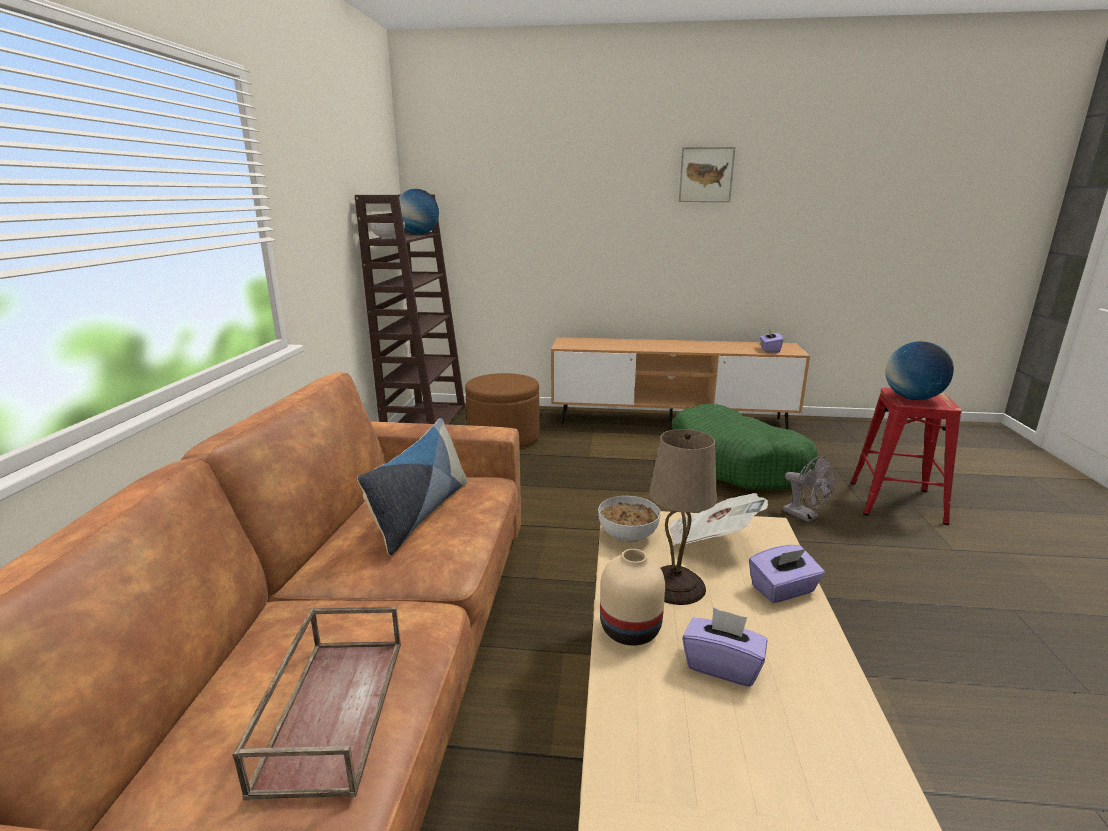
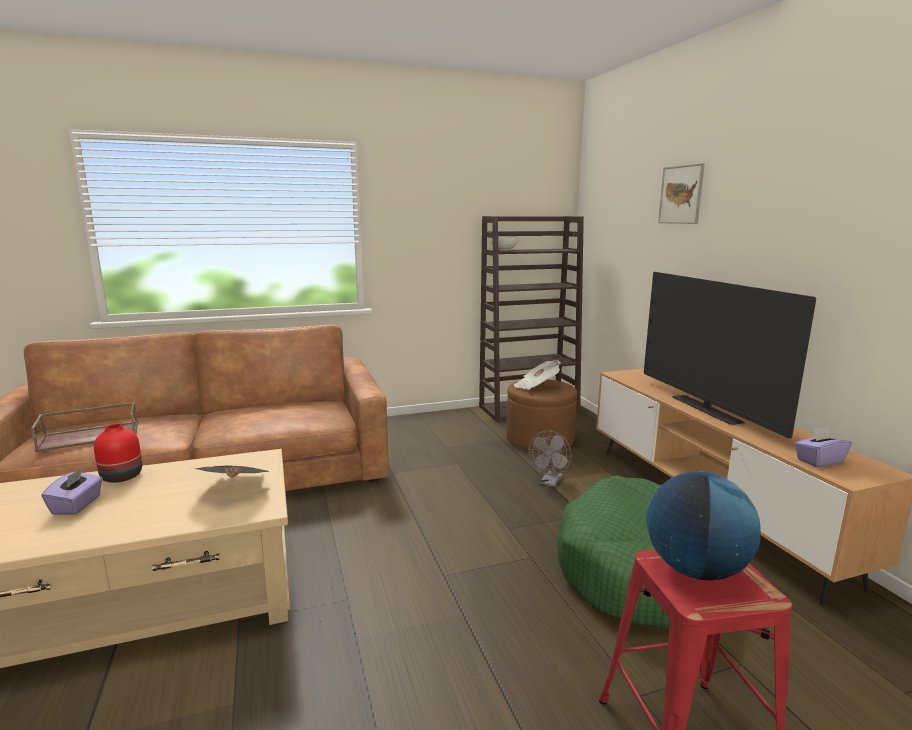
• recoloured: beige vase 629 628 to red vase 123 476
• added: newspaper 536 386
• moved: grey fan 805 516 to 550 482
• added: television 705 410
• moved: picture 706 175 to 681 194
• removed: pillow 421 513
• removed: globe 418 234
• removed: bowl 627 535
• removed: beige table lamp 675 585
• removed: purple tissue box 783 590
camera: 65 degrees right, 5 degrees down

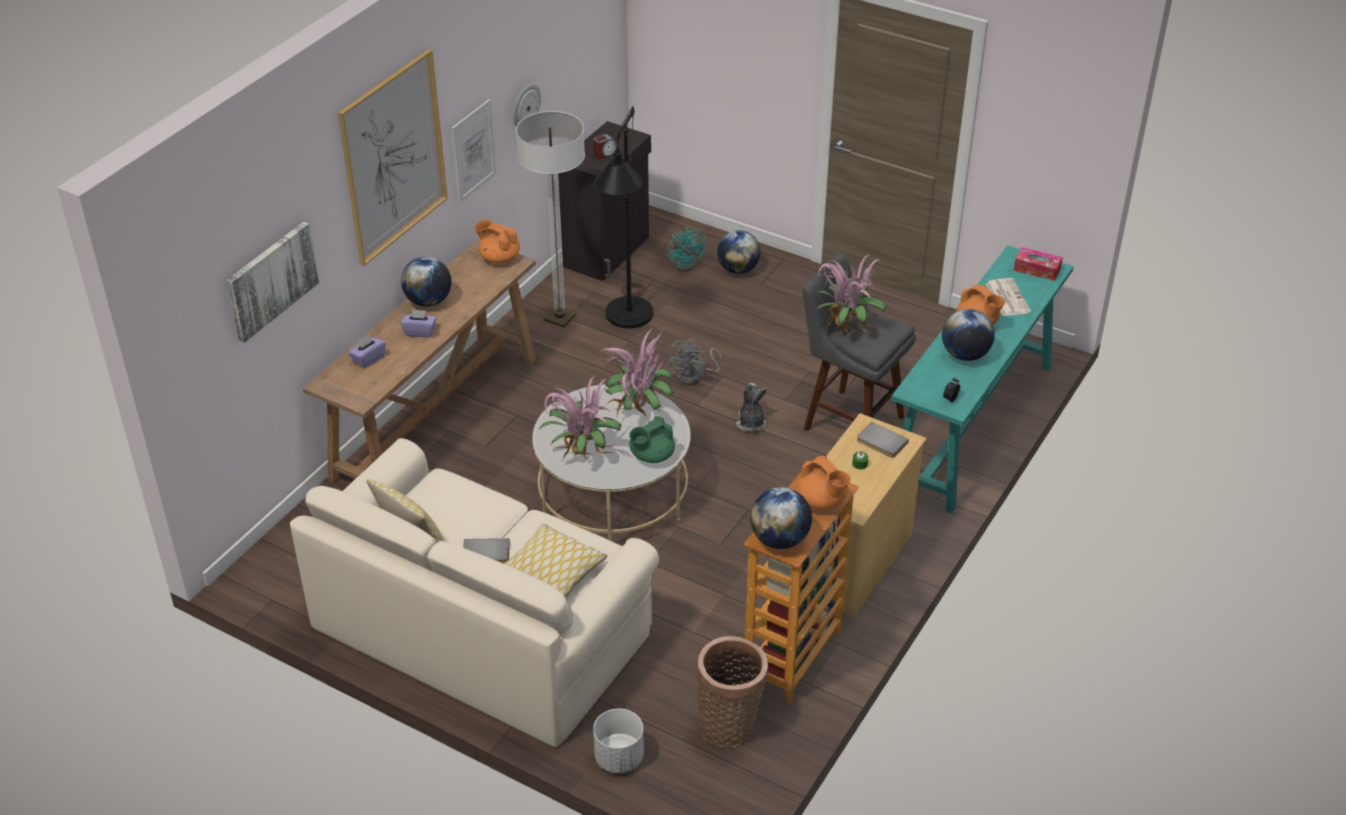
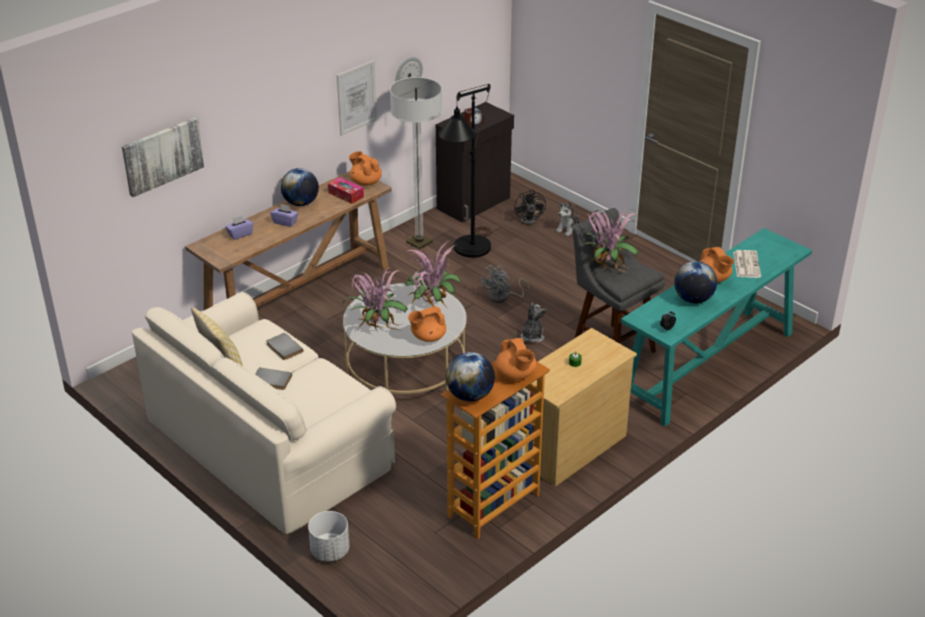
• moved: grey book 881 442 to 283 348
• moved: tissue box 1037 269 to 346 195
• recoloured: green teapot 651 456 to orange teapot 427 337
• recoloured: turquoise fan 687 263 to black fan 531 219
• replaced: globe 738 269 to plush toy 568 229
• removed: picture 393 157
• removed: pillow 551 574
• removed: basket 730 725
camera: 15 degrees right, 5 degrees down

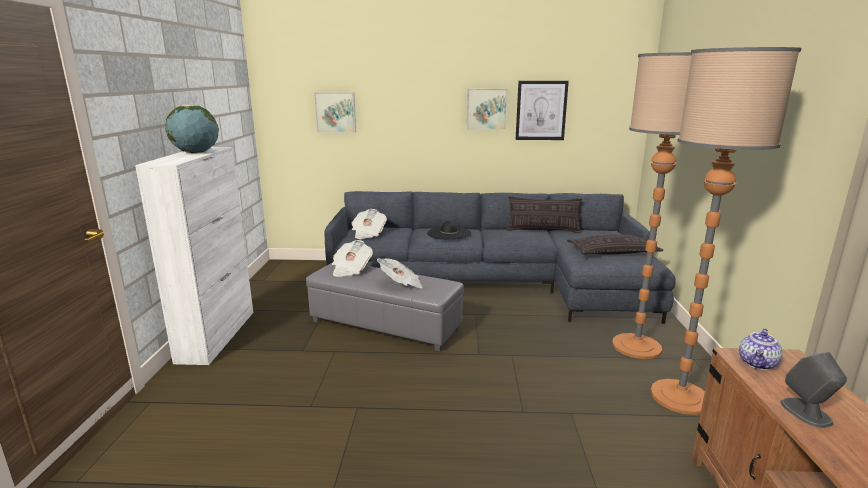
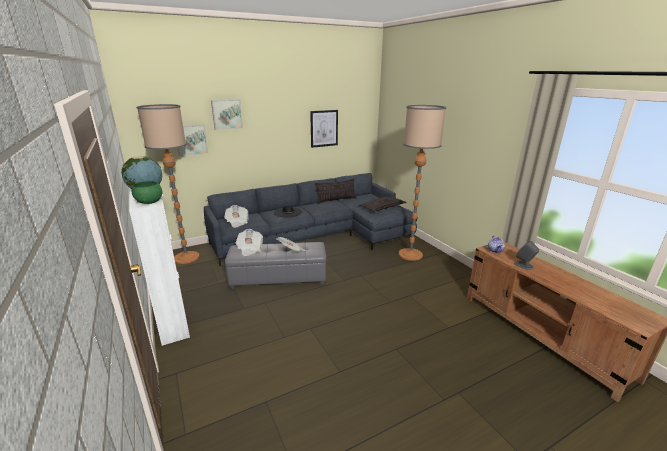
• added: green bowl 149 202
• moved: floor lamp 679 397 to 186 257
• moved: picture 486 109 to 227 114
camera: 30 degrees left, 5 degrees up

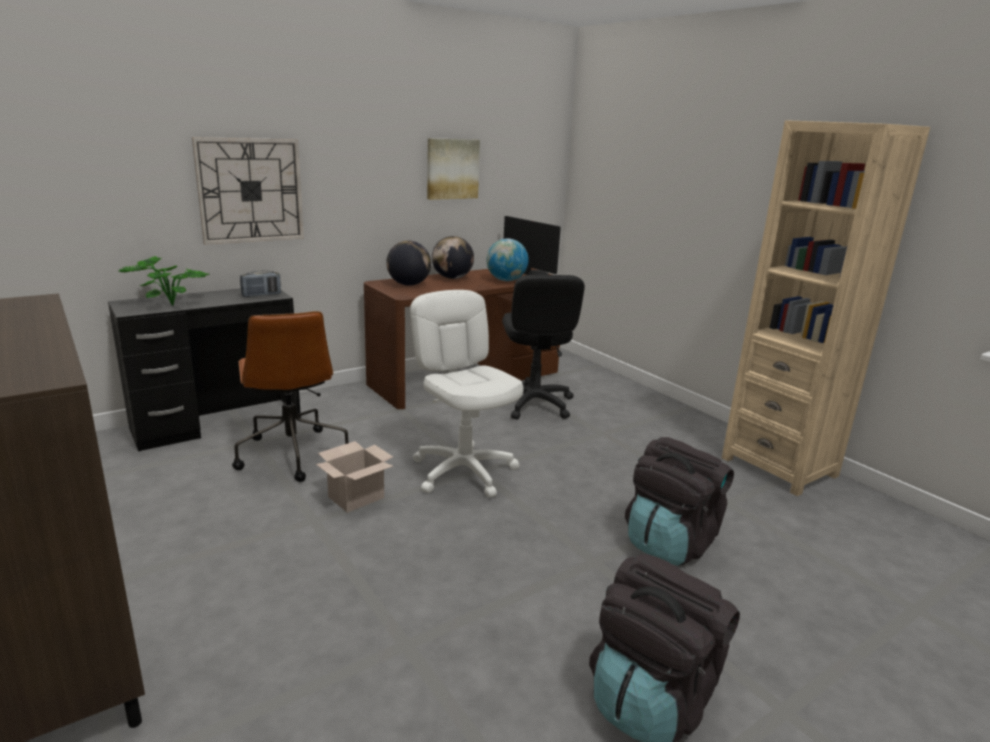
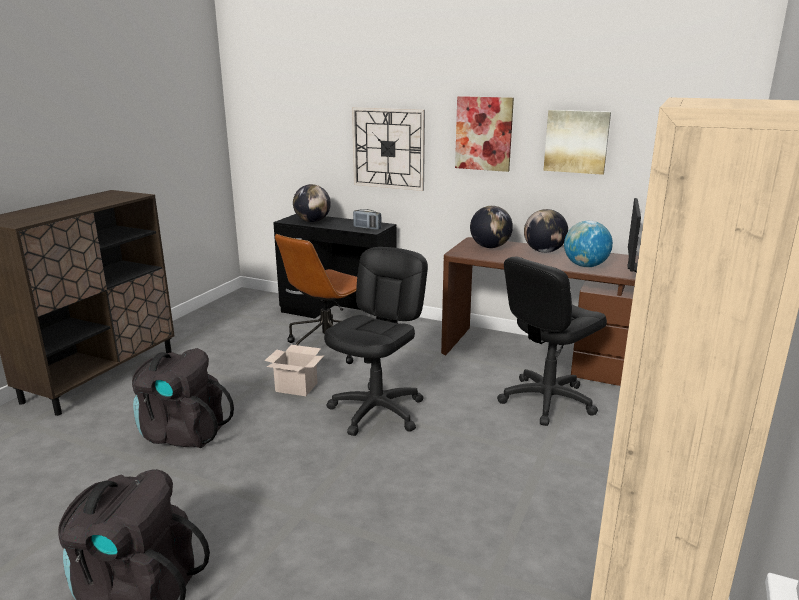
• moved: black backpack 670 542 to 182 433
• replaced: potted plant 170 304 to globe 312 221
• recoloured: white office chair 464 471 to black office chair 377 411
• added: picture 483 133
camera: 60 degrees right, 0 degrees up

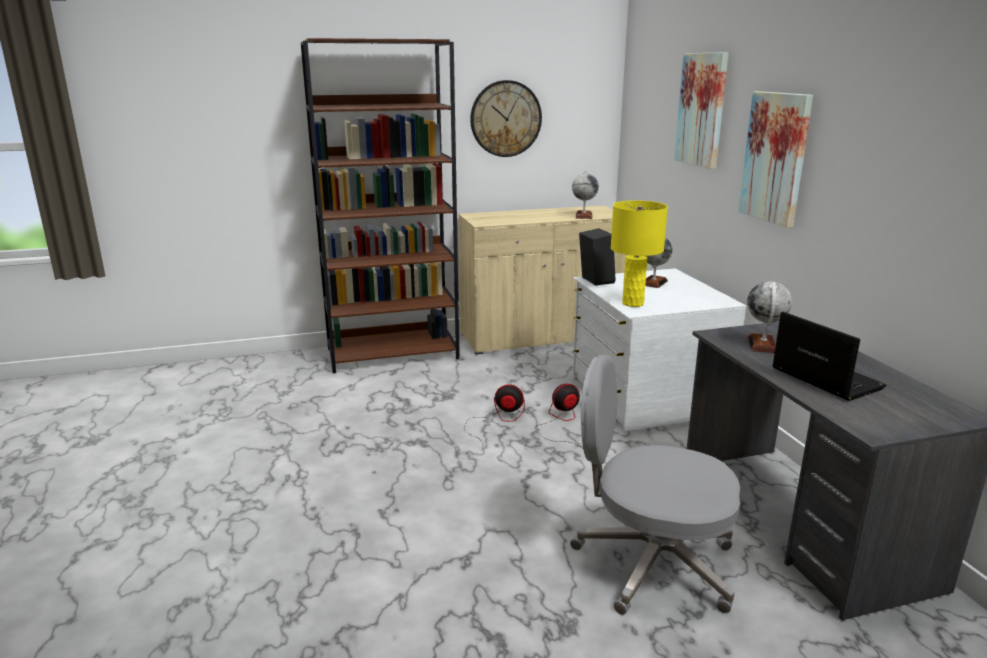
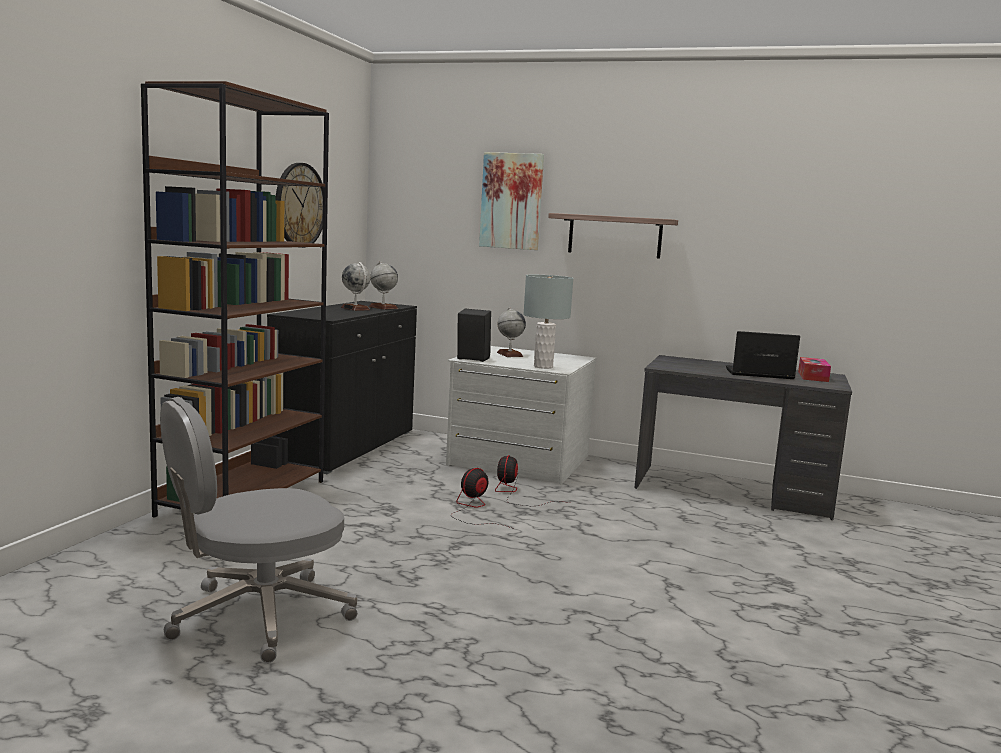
• moved: grey office chair 651 563 to 258 616
• recoloured: beige cabinet 540 336 to black cabinet 346 447
• moved: globe 763 345 to 355 308
• recoloured: yellow table lamp 632 303 to grey table lamp 543 367
• replaced: picture 775 158 to shelf 614 236
• added: tissue box 813 376
camera: 55 degrees left, 10 degrees down

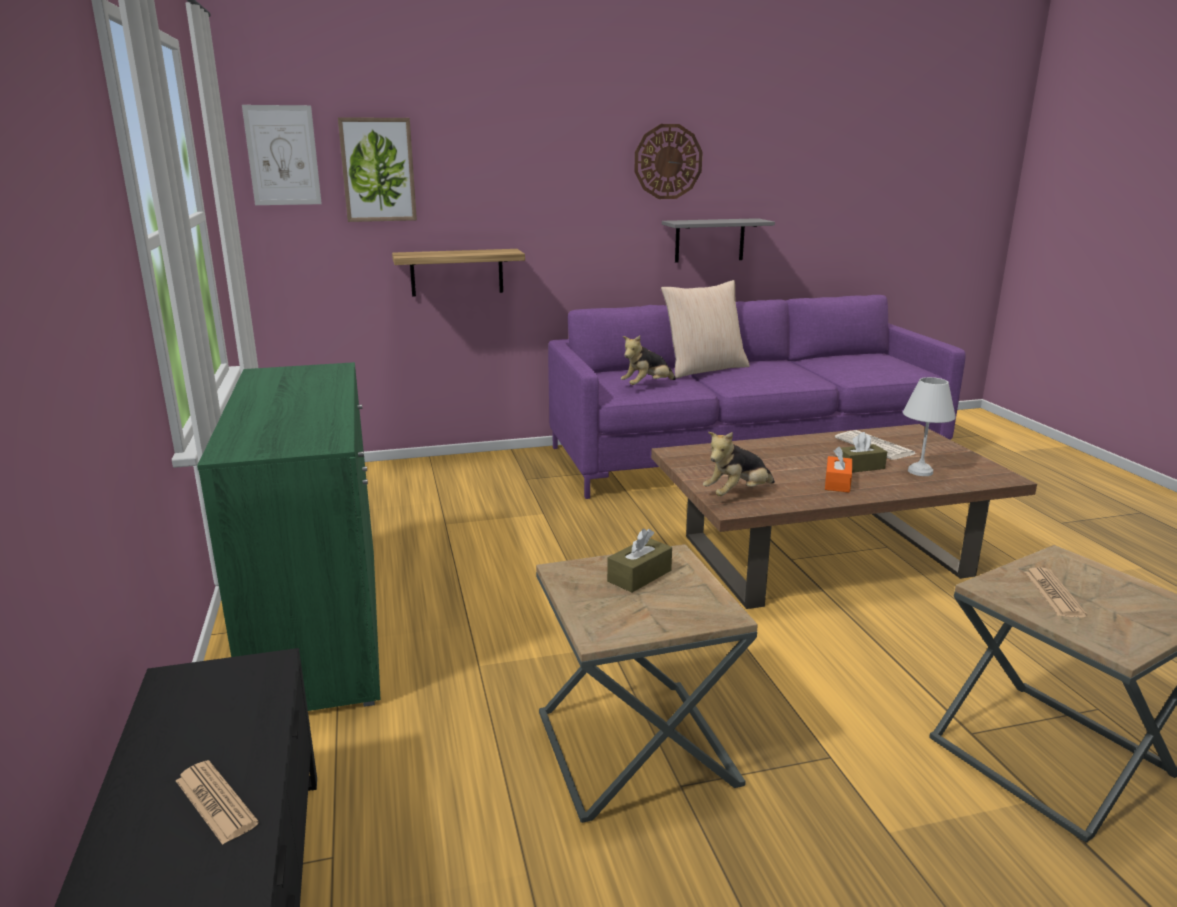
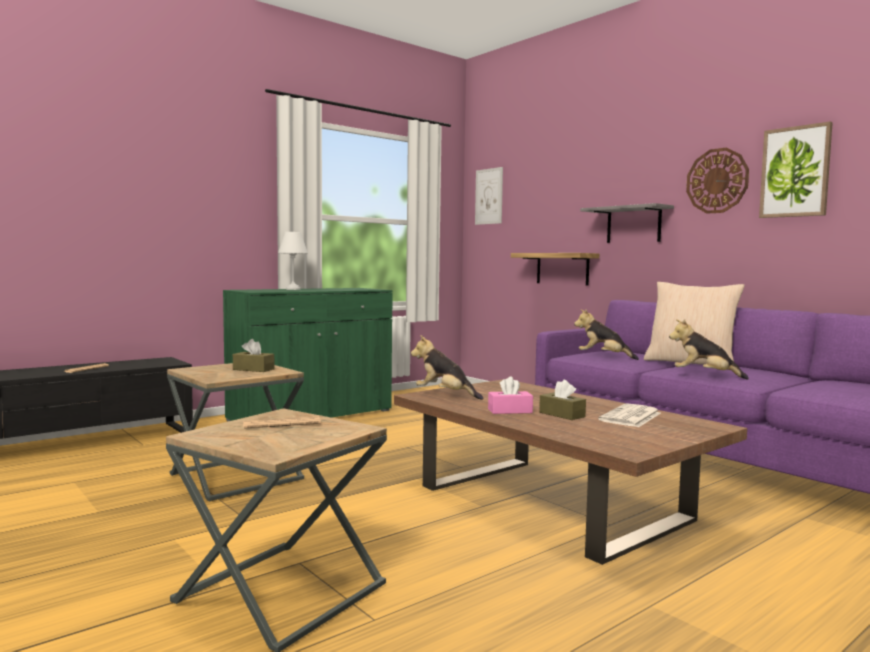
• moved: white table lamp 919 472 to 292 289
• recoloured: orange tissue box 837 483 to pink tissue box 510 411
• moved: grey shelf 709 240 to 633 225
• added: plush toy 704 375
• moved: picture 378 170 to 795 172
camera: 65 degrees right, 15 degrees down

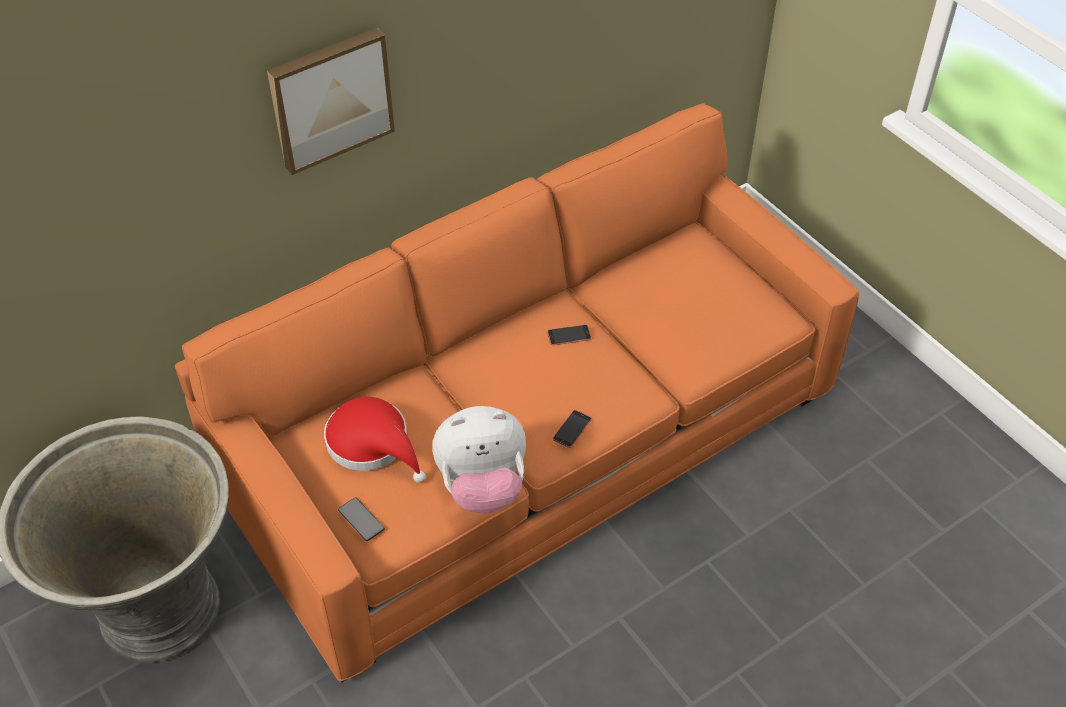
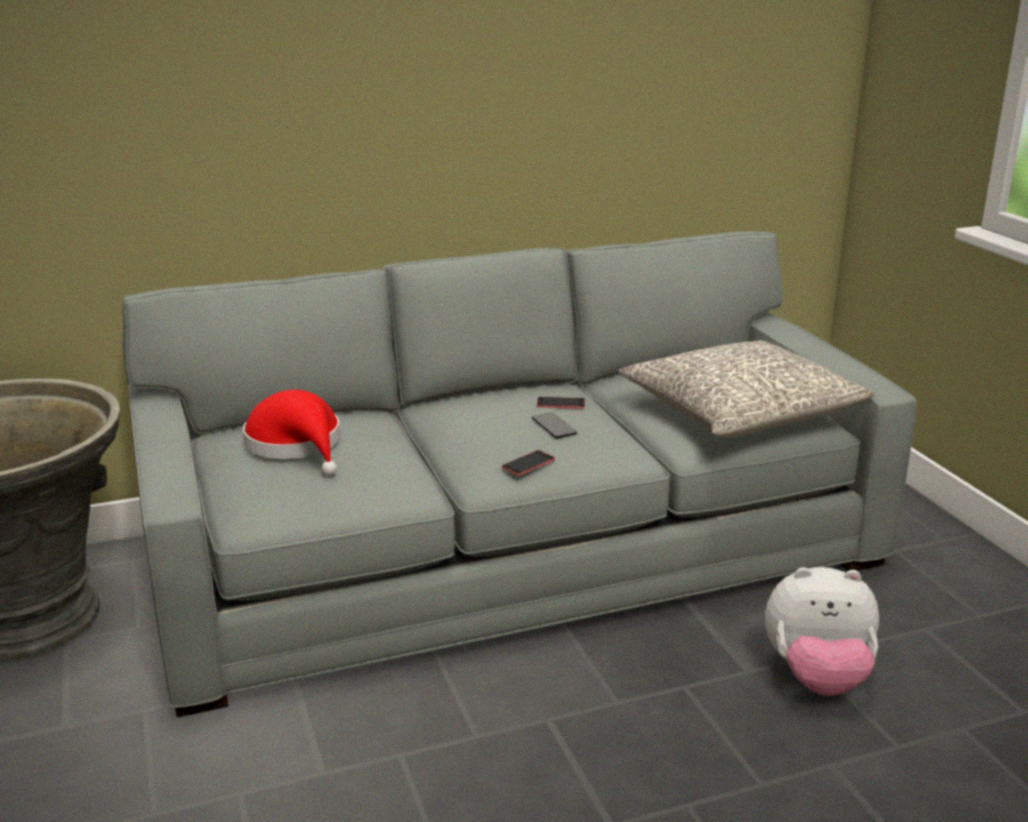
• recoloured: orange sofa 534 439 to grey sofa 515 553
• moved: phone 361 520 to 553 426
• added: grey pillow 740 412
• moved: plush toy 482 486 to 817 678
• removed: picture 330 98
camera: 15 degrees right, 25 degrees down

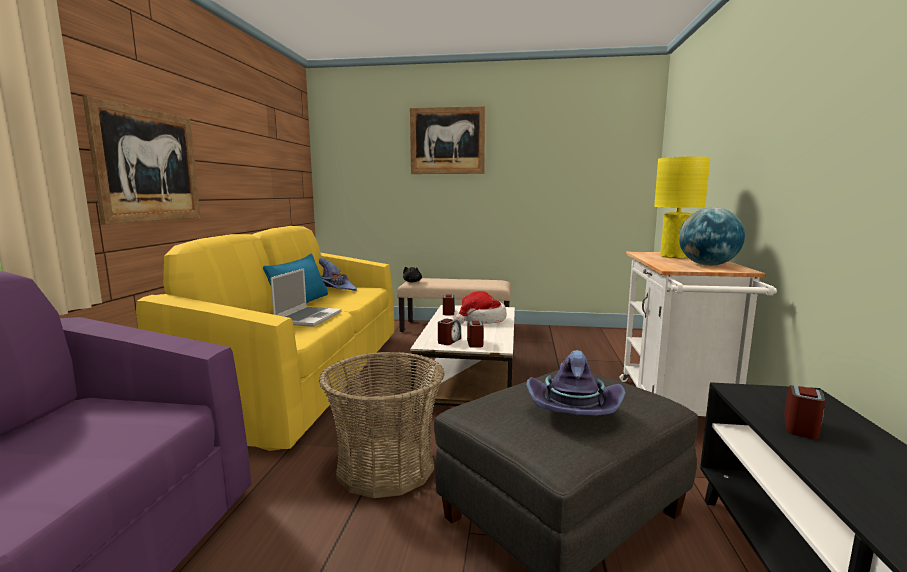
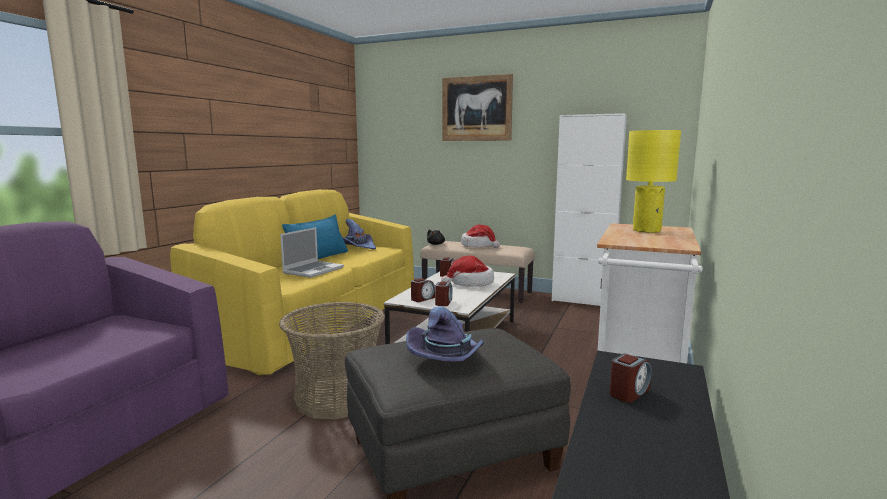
• added: hat 479 245
• added: white cabinet 582 300
• removed: picture 148 165
• removed: globe 707 265
camera: 15 degrees right, 0 degrees up

